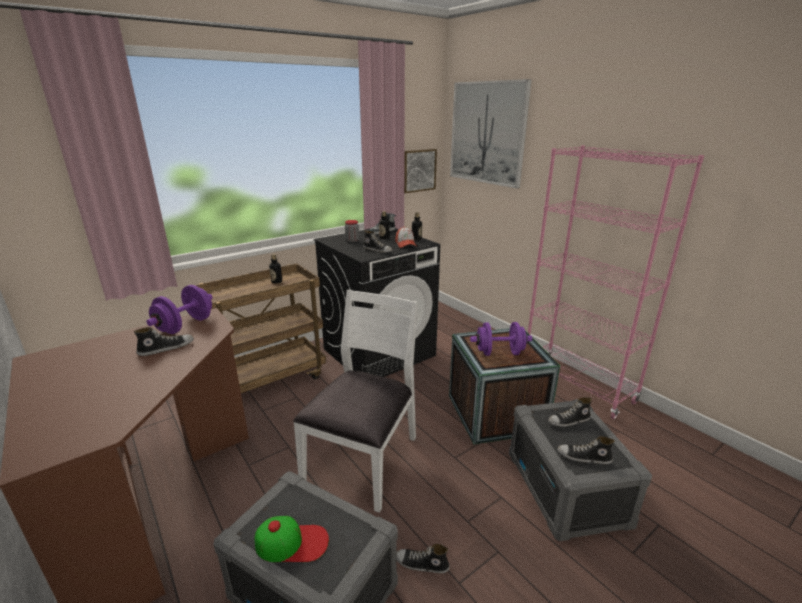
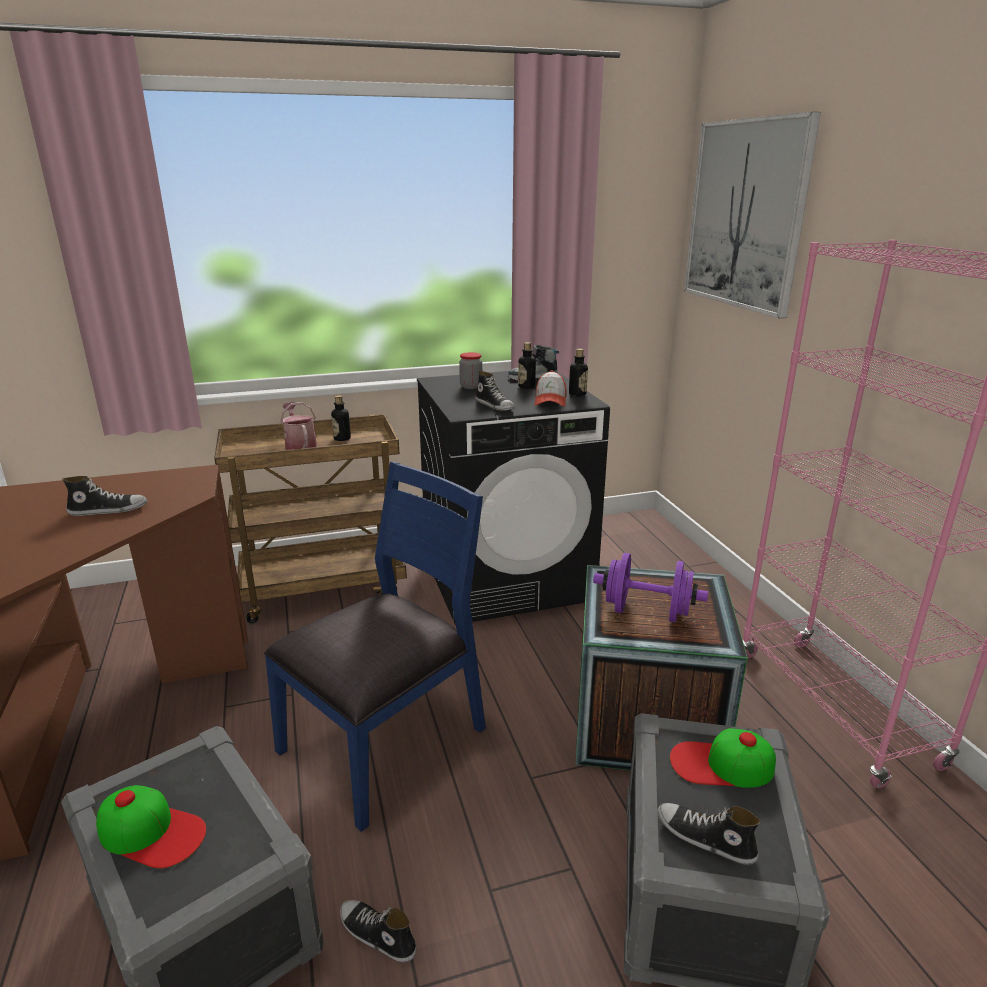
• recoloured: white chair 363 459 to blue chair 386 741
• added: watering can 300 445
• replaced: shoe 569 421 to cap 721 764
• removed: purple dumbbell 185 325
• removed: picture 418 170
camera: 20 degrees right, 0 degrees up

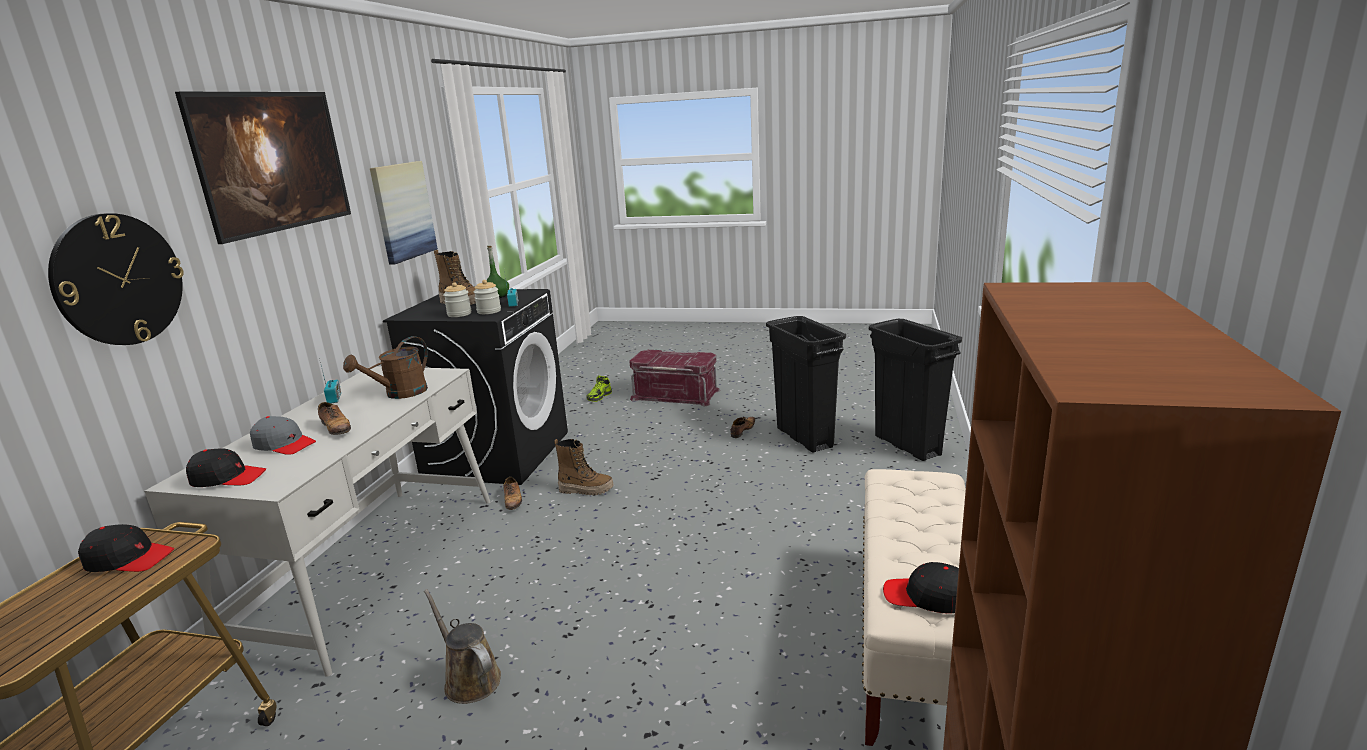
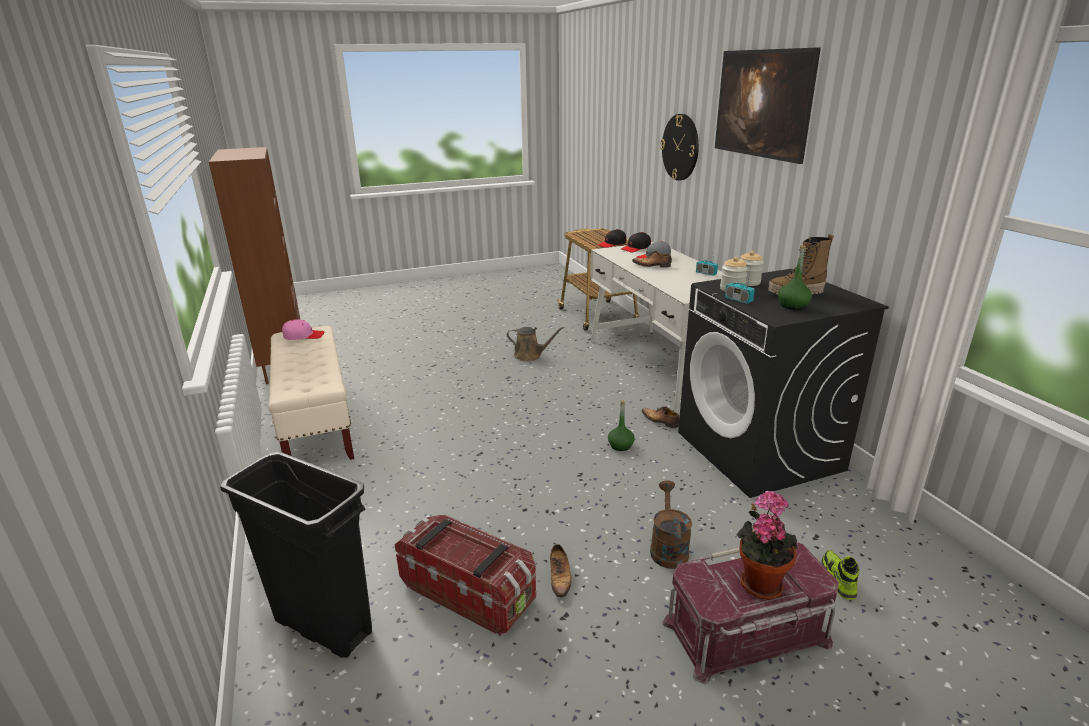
• recoloured: black cap 926 597 to pink cap 303 336
• replaced: black trash can 805 438 to storage box 469 591
• replaced: boot 586 490 to green bottle 620 446
• moved: brown watering can 400 394 to 667 548
• added: potted plant 759 582
• removed: picture 403 211
camera: 145 degrees right, 5 degrees up

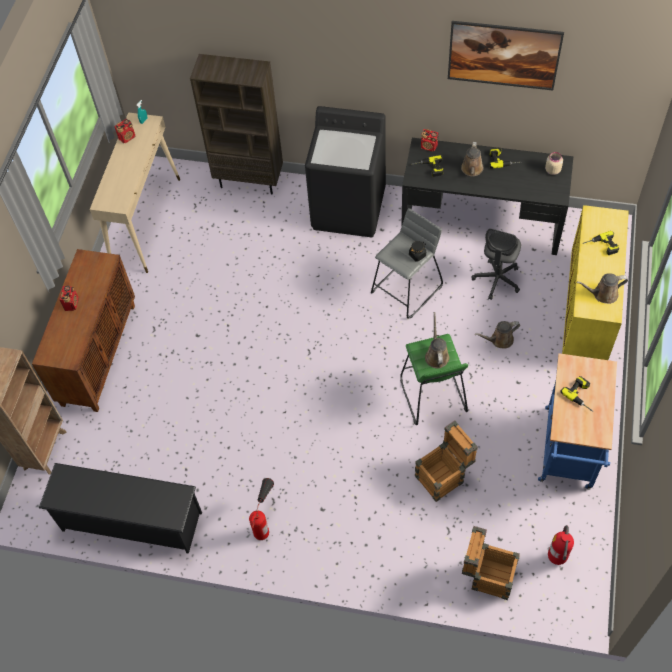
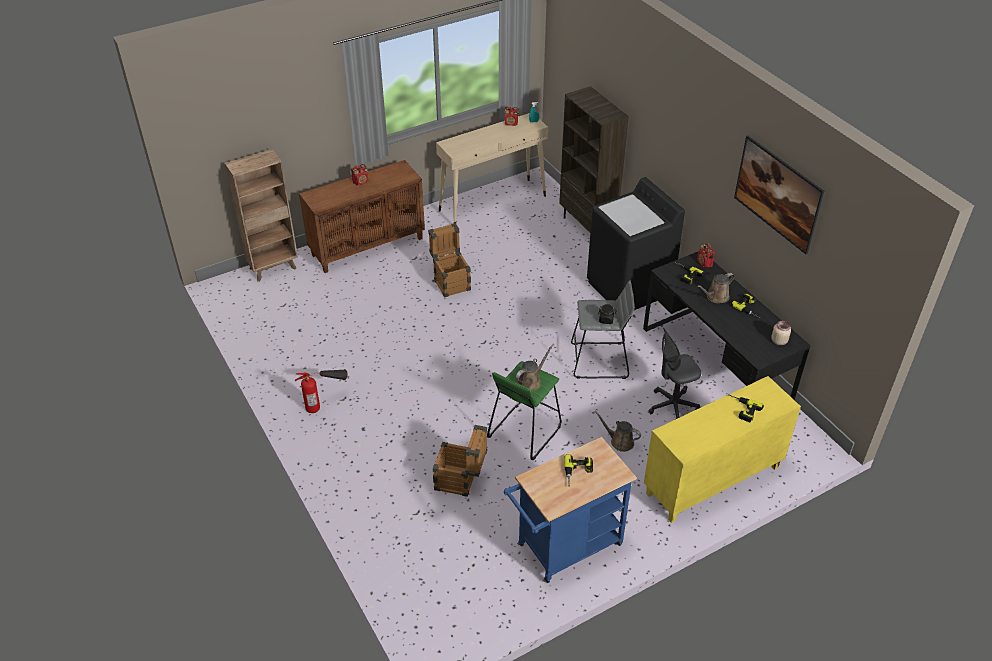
• moved: crate 487 575 to 451 282
• removed: black shoe rack 131 521
• removed: fire extinguisher 557 558
• removed: brown watering can 603 294
camera: 45 degrees right, 15 degrees down

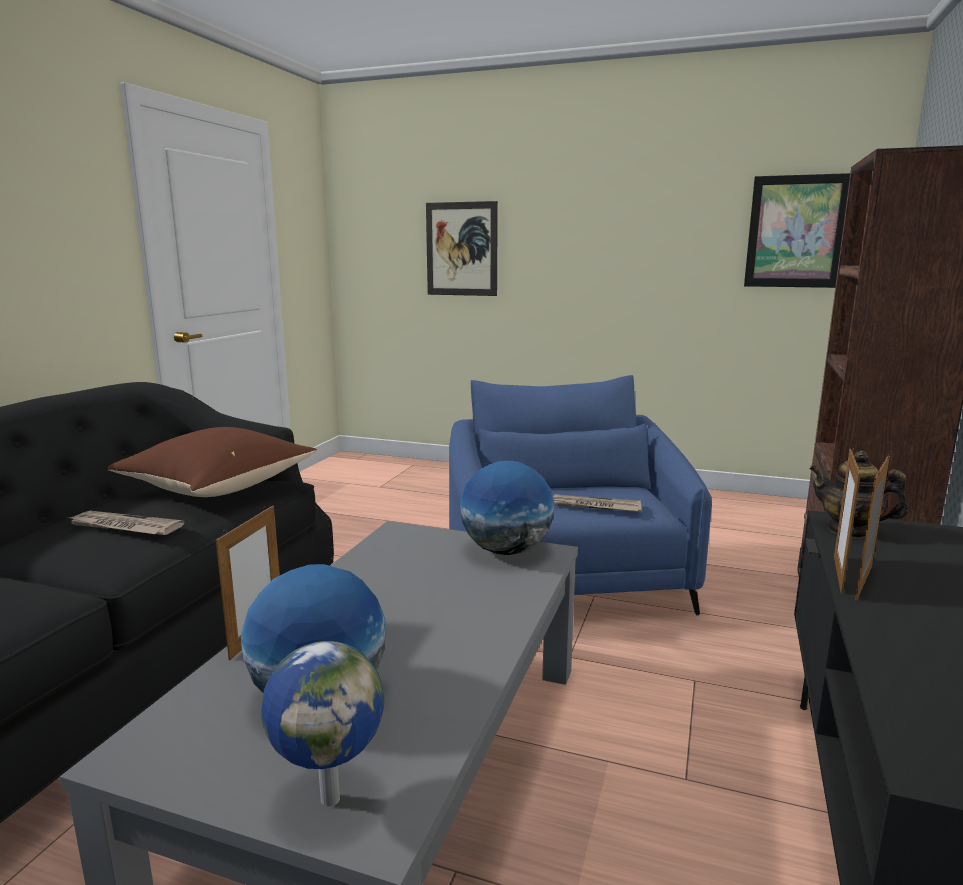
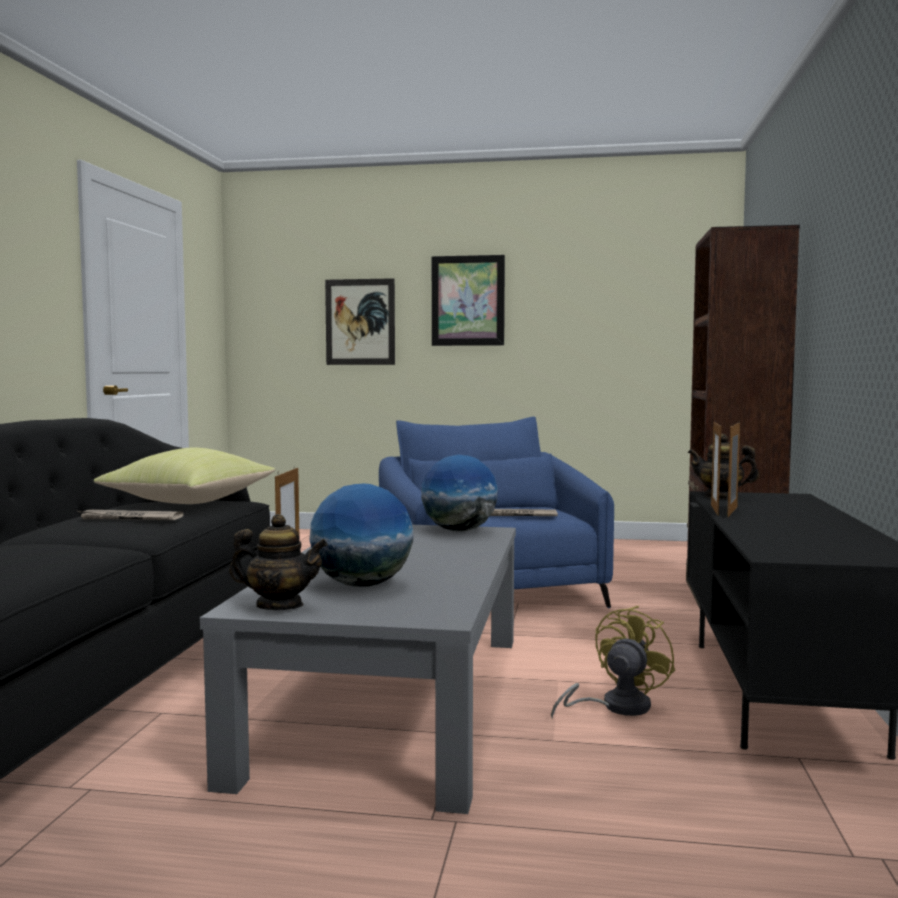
• recoloured: brown pillow 219 488 to yellow pillow 189 502
• added: teapot 279 606
• moved: picture 796 232 to 468 300
• added: yellow fan 615 707
• removed: globe 330 797
camera: 10 degrees left, 10 degrees down

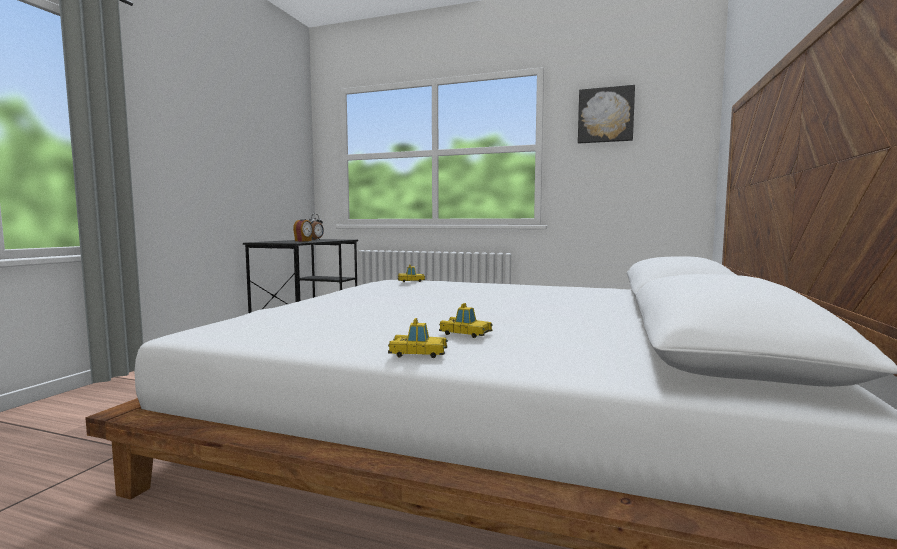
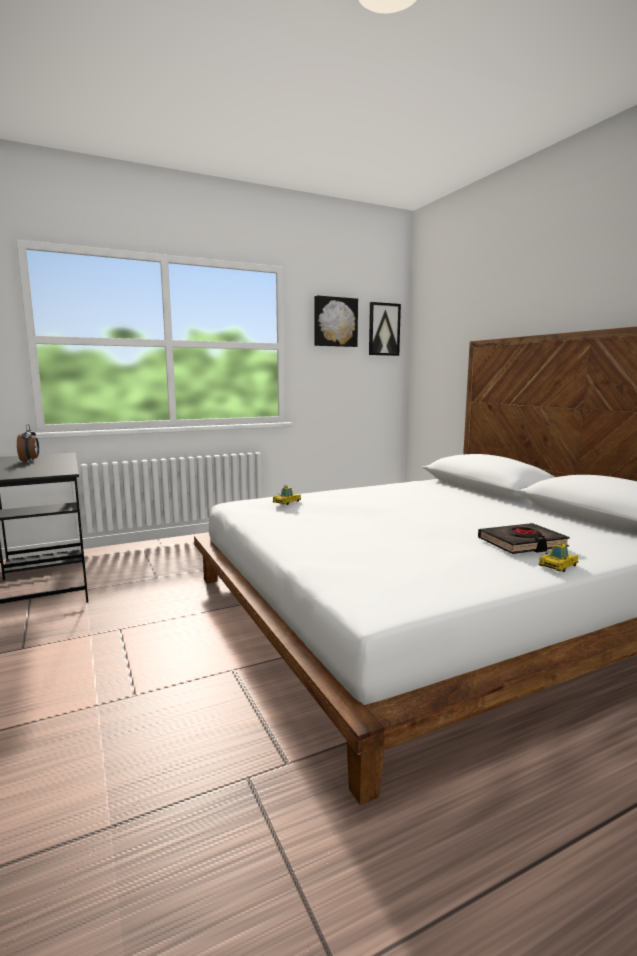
• added: picture 384 329
• replaced: toy car 465 333 to black book 522 543
• removed: alarm clock 303 241
camera: 45 degrees left, 5 degrees up

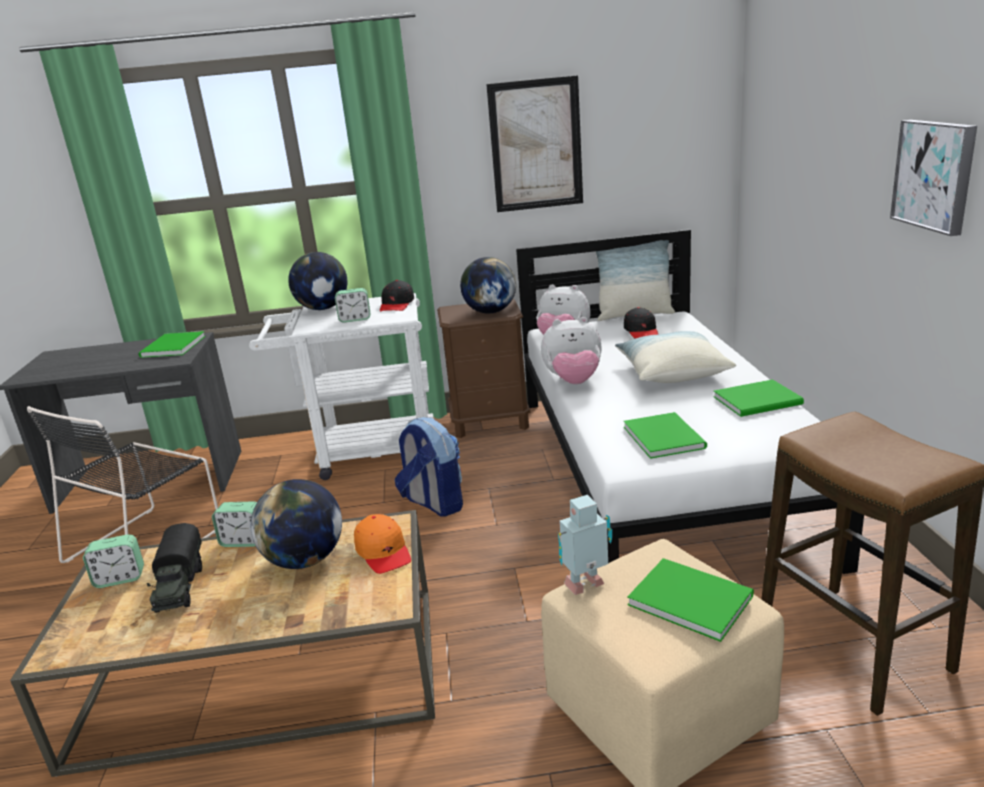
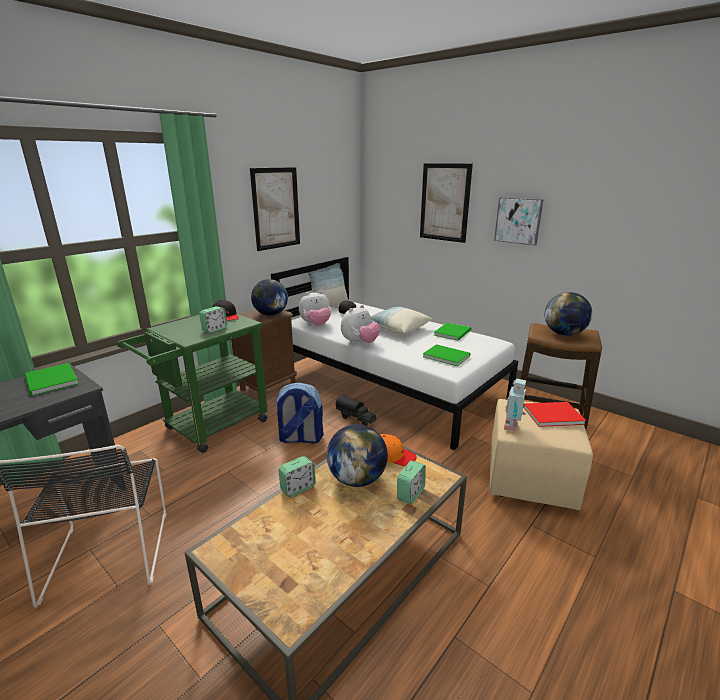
• recoloured: white cart 365 454 to green cart 209 428
• moved: toy truck 180 587 to 356 418
• moved: alarm clock 120 578 to 410 494
• added: picture 444 202
• recoloured: green book 688 598 to red book 550 415
• moved: globe 323 308 to 564 334
camera: 45 degrees left, 0 degrees up

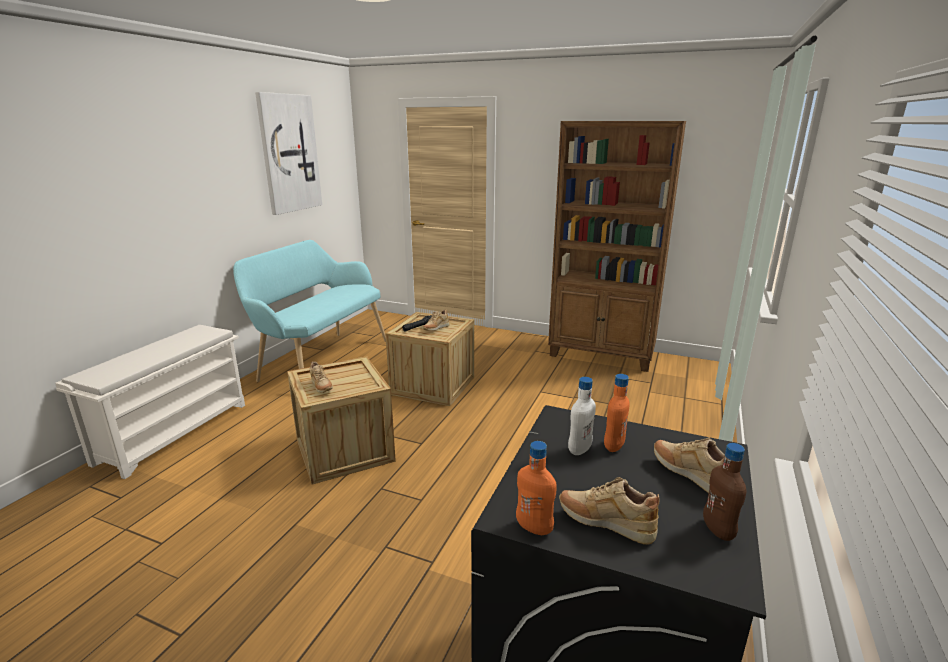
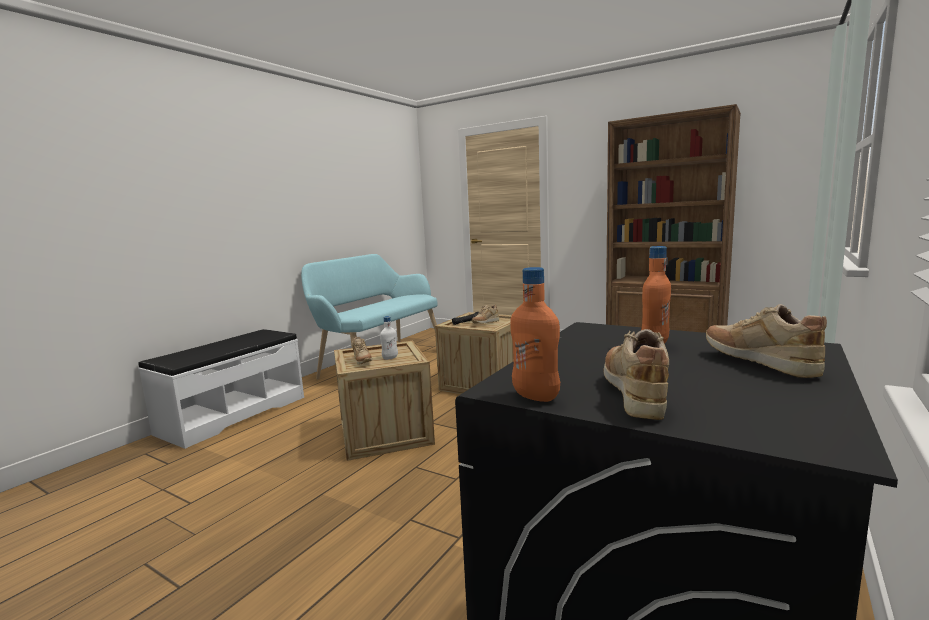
• replaced: white shoe rack 175 432 to white bench 233 414
• moved: white bottle 579 449 to 390 358
• turned: beige shoe 605 524 = 634 395 60 degrees clockwise
• removed: picture 289 153
• removed: brown bottle 718 530
camera: 10 degrees right, 10 degrees down

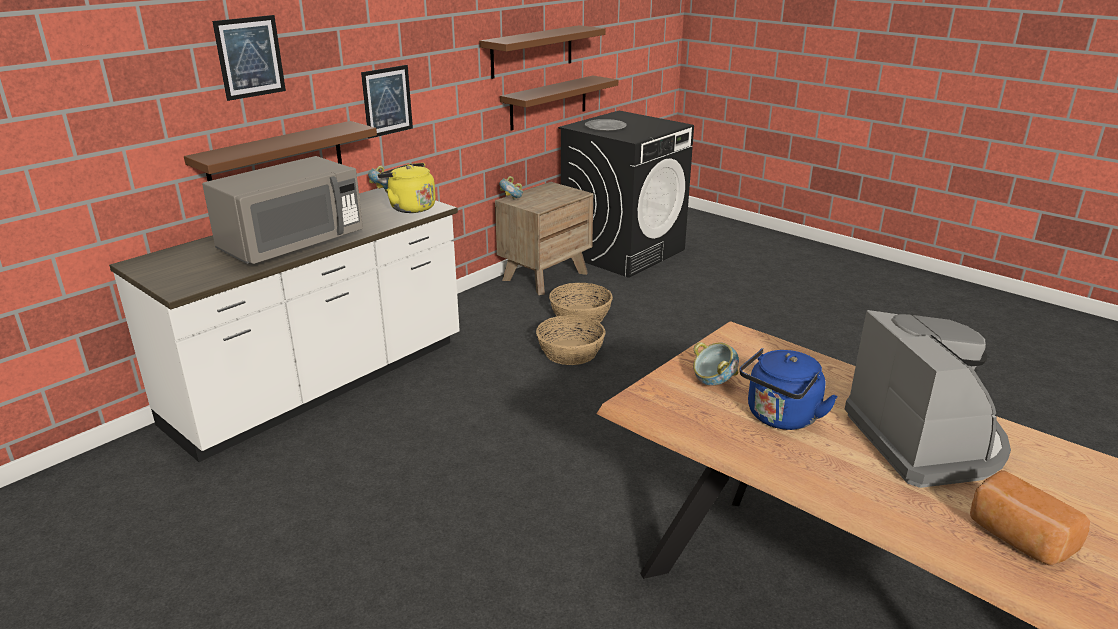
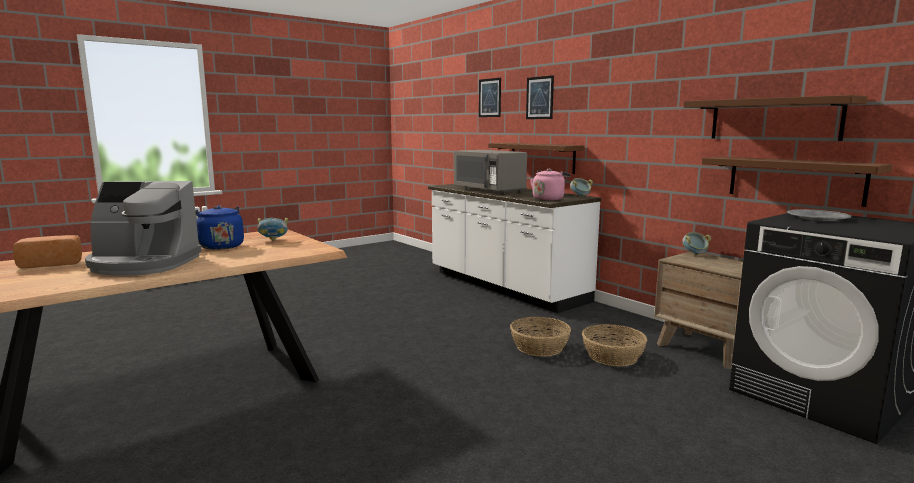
• moved: picture 387 101 to 490 98
• recoloured: yellow kettle 410 207 to pink kettle 549 199
camera: 100 degrees right, 15 degrees down

